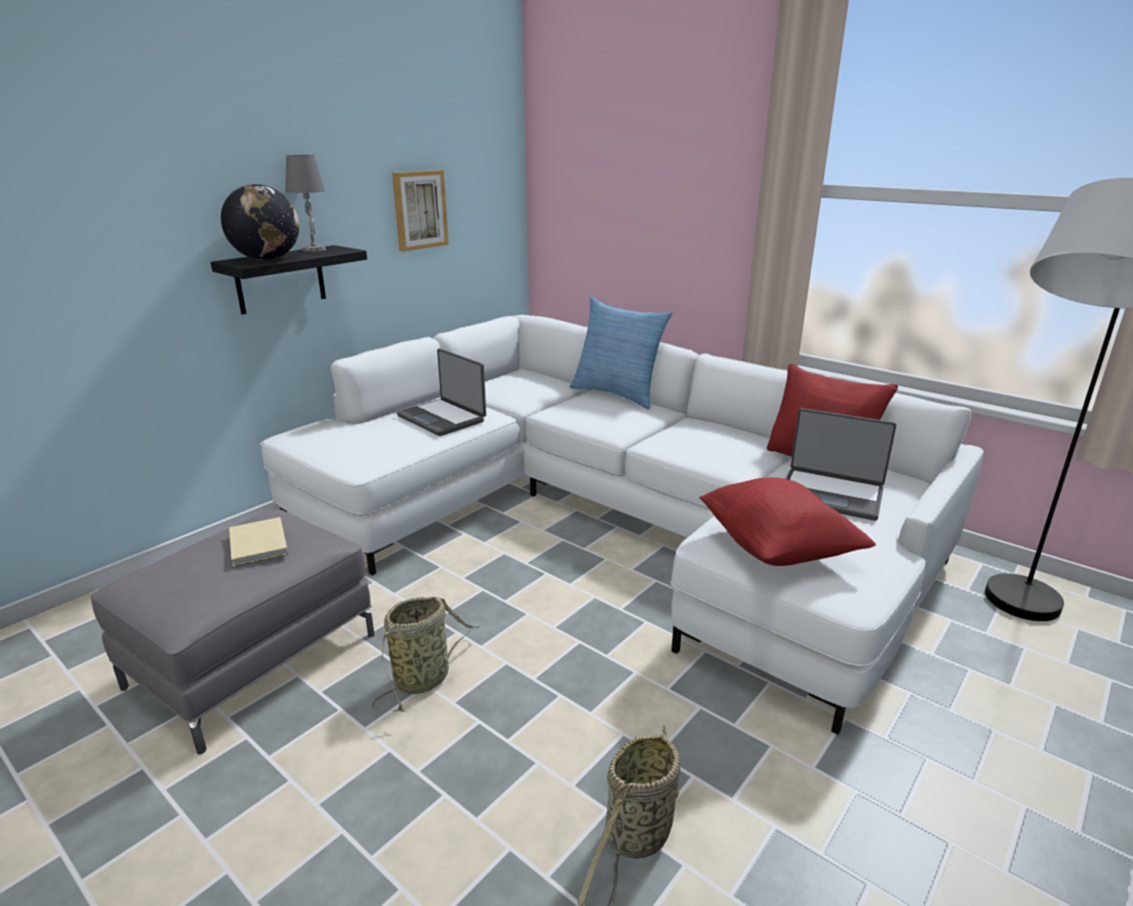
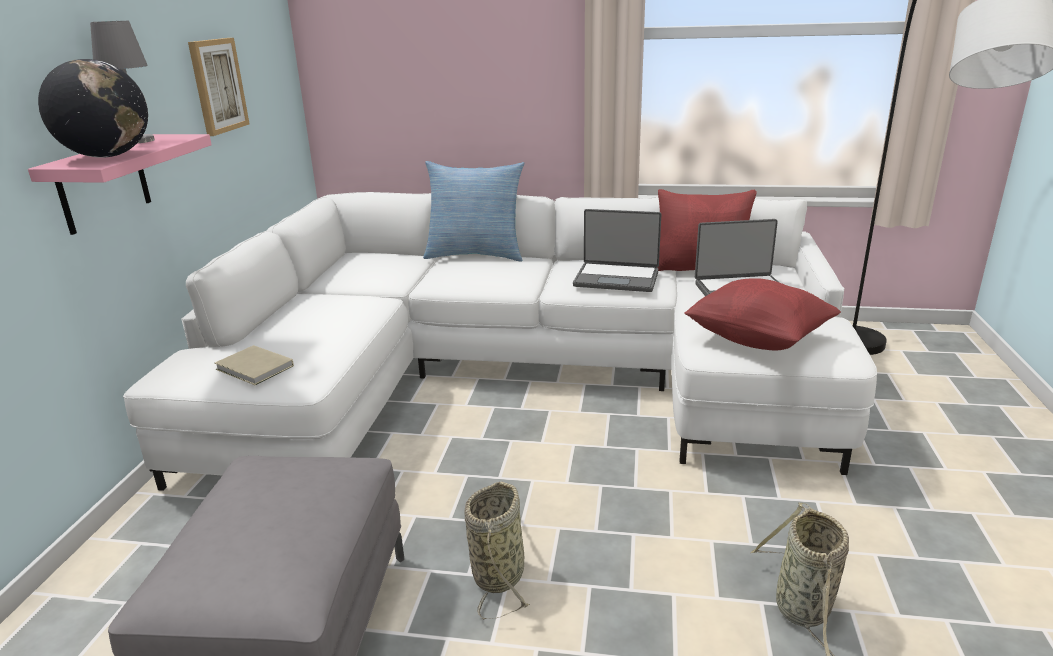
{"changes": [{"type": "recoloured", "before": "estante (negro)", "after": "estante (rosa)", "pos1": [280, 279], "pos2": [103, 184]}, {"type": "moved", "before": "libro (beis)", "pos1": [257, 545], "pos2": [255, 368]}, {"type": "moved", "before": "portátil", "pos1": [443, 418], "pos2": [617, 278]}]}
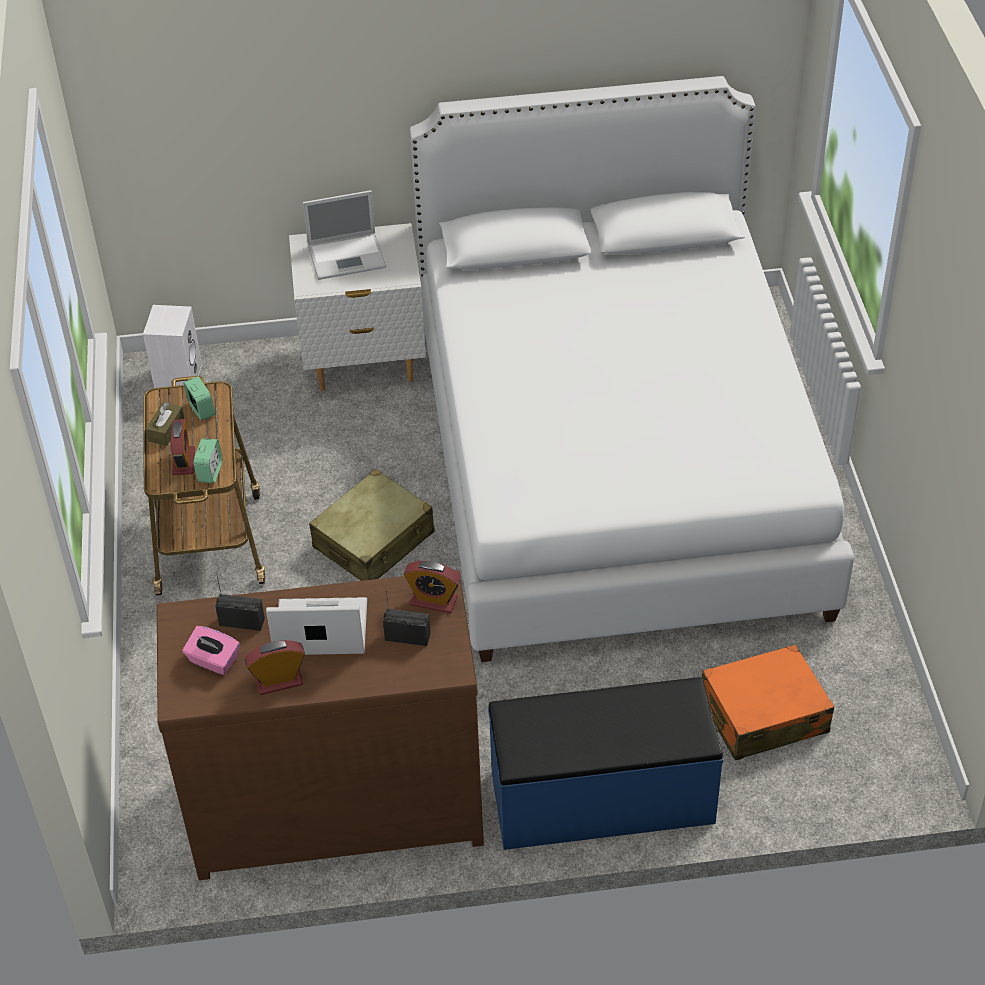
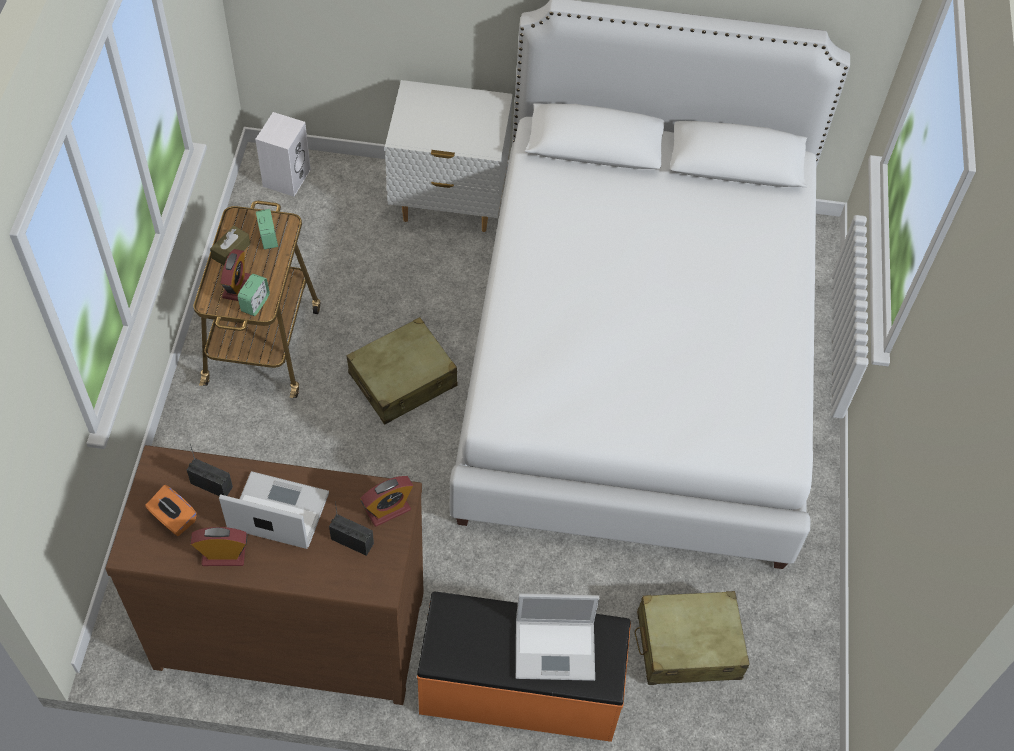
{"changes": [{"type": "recoloured", "before": "caja de pañuelos (rosa)", "after": "caja de pañuelos (naranja)", "pos1": [213, 661], "pos2": [173, 519]}, {"type": "moved", "before": "portátil", "pos1": [348, 256], "pos2": [556, 649]}, {"type": "turned", "before": "despertador", "pos1": [434, 601], "pos2": [388, 510], "turn": -60}, {"type": "recoloured", "before": "banco (azul)", "after": "banco (naranja)", "pos1": [602, 799], "pos2": [520, 688]}, {"type": "recoloured", "before": "maleta (naranja)", "after": "maleta (beis)", "pos1": [763, 715], "pos2": [688, 645]}]}
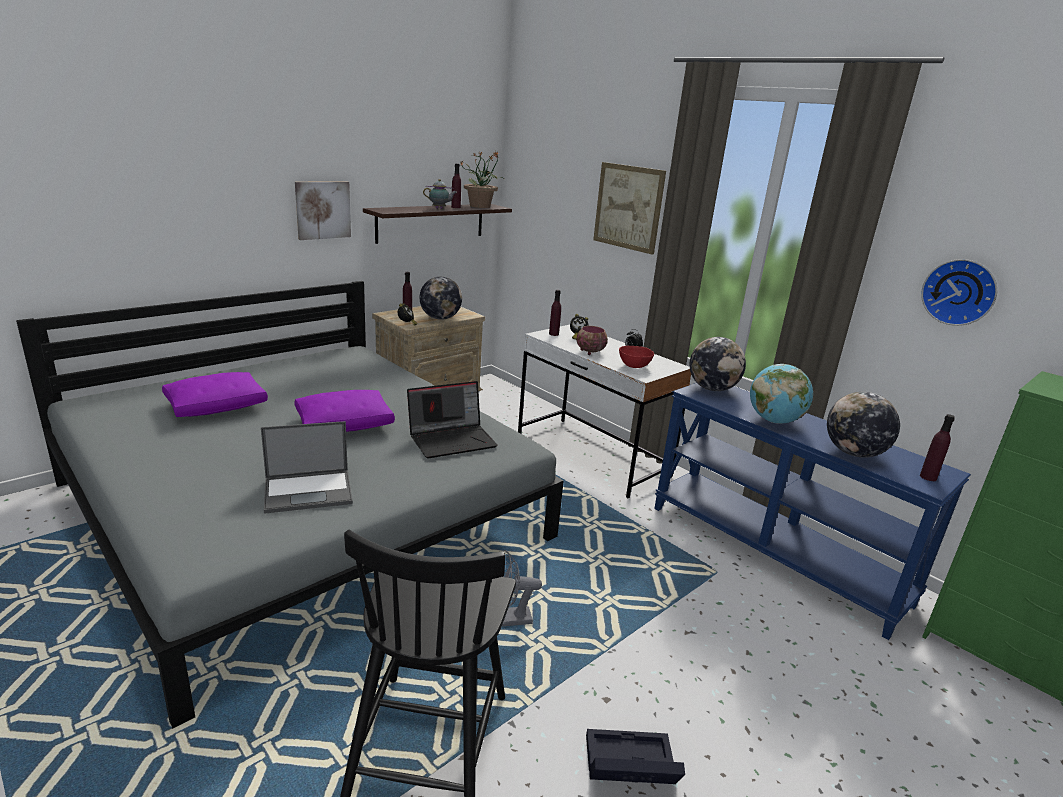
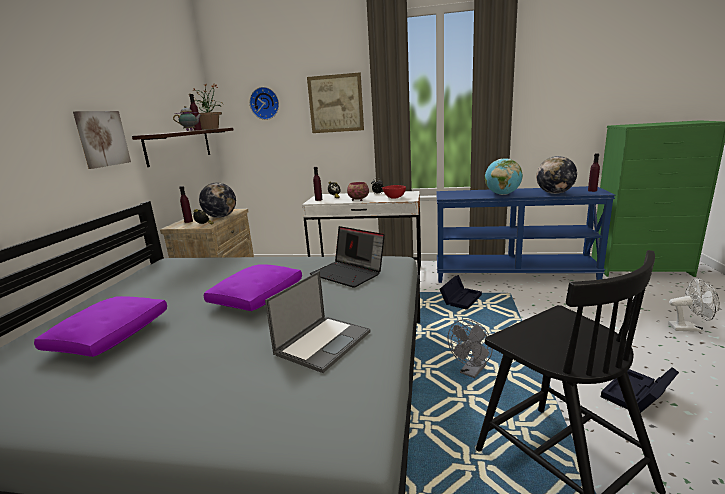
{"changes": [{"type": "turned", "before": "portátil", "pos1": [452, 439], "pos2": [349, 273], "turn": 105}, {"type": "removed", "before": "globo terráqueo", "pos1": [712, 389]}, {"type": "moved", "before": "reloj de pared", "pos1": [959, 292], "pos2": [265, 103]}, {"type": "added", "after": "caja de almacenaje (negro)", "pos2": [461, 299]}, {"type": "added", "after": "ventilador (blanco)", "pos2": [689, 328]}]}
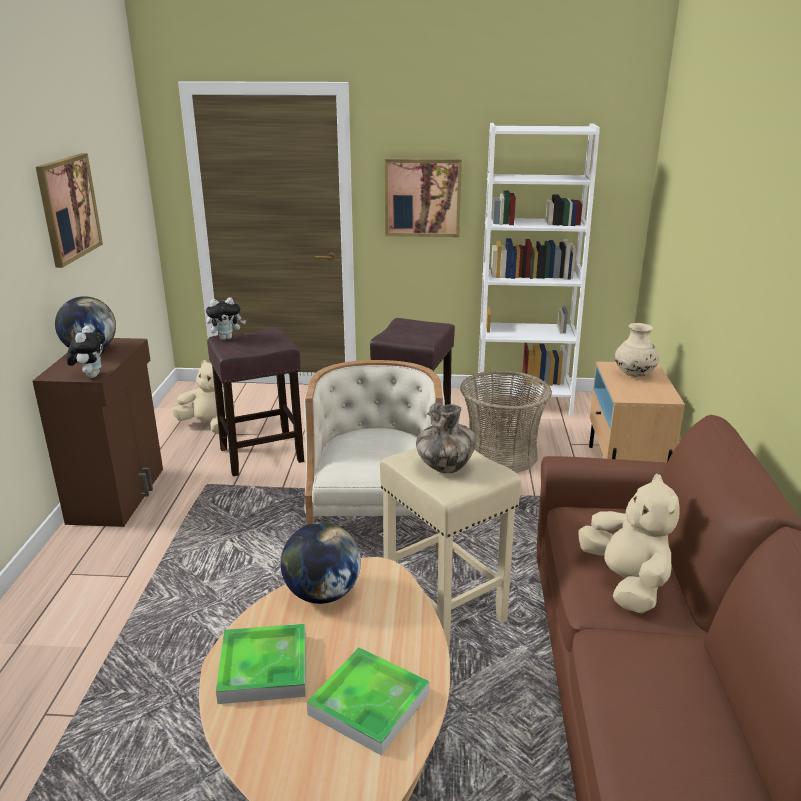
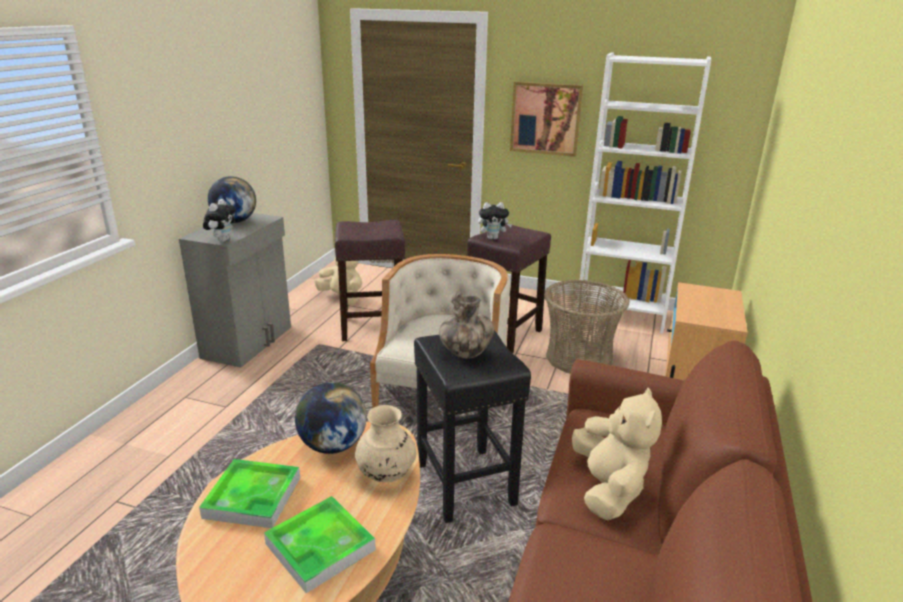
{"changes": [{"type": "recoloured", "before": "armario (marrón)", "after": "armario (gris)", "pos1": [119, 494], "pos2": [249, 342]}, {"type": "removed", "before": "cuadro", "pos1": [68, 208]}, {"type": "moved", "before": "peluche", "pos1": [227, 338], "pos2": [493, 238]}, {"type": "recoloured", "before": "taburete (beis)", "after": "taburete (negro)", "pos1": [446, 611], "pos2": [466, 485]}, {"type": "moved", "before": "florero (beis)", "pos1": [634, 375], "pos2": [386, 475]}]}
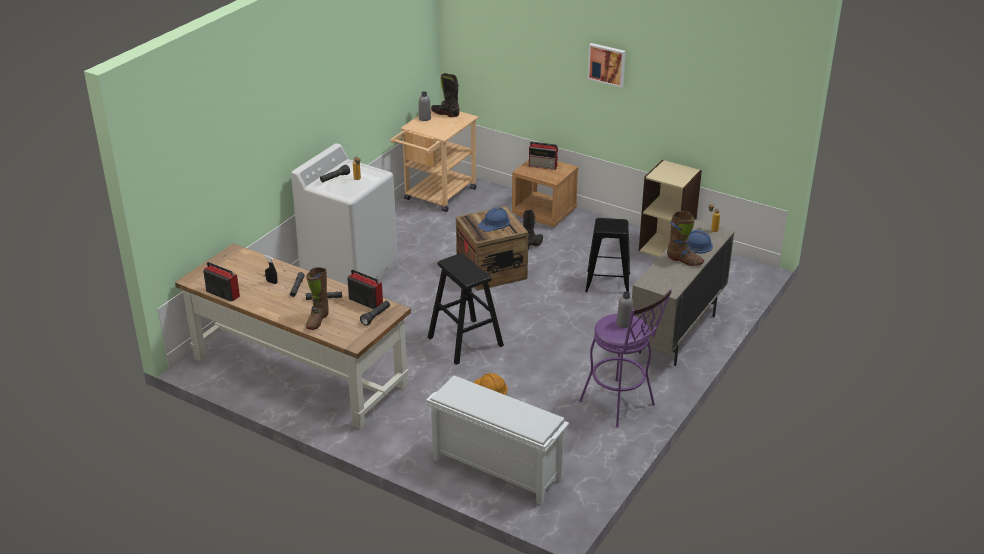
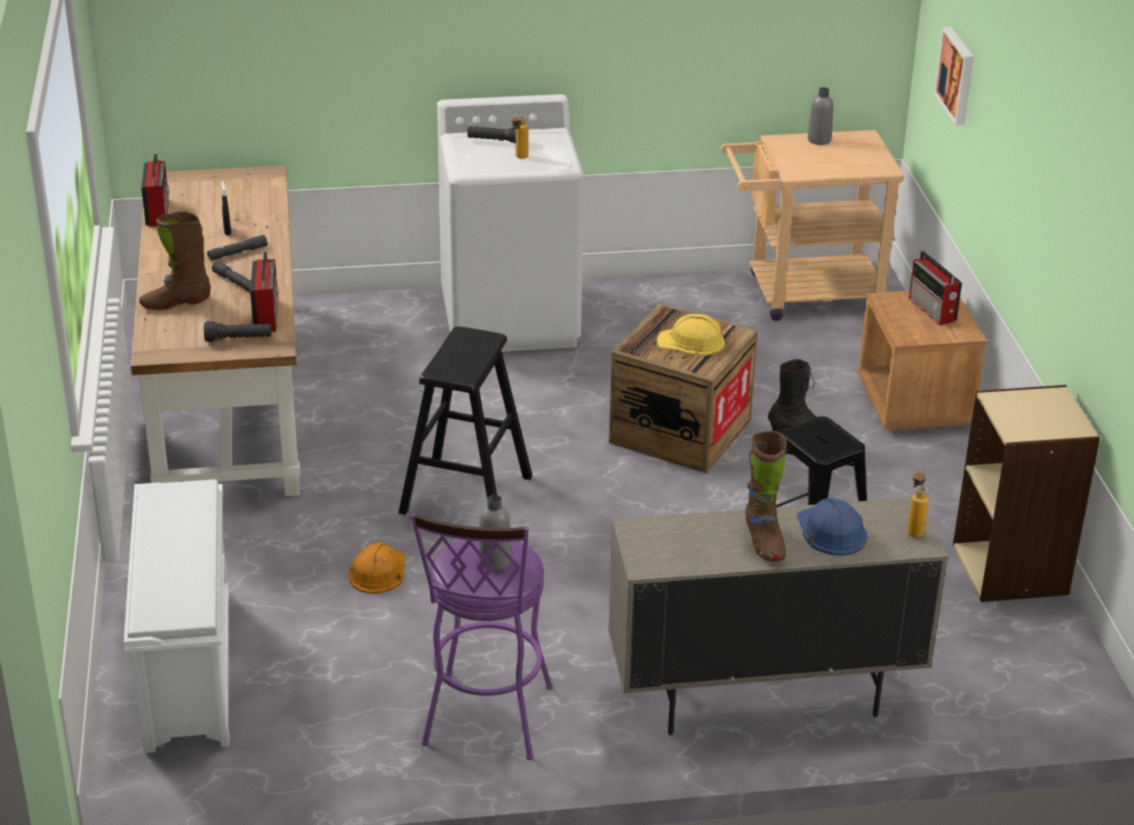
{"changes": [{"type": "removed", "before": "bota (negro)", "pos1": [445, 113]}, {"type": "recoloured", "before": "casco (azul)", "after": "casco (amarillo)", "pos1": [494, 223], "pos2": [691, 342]}, {"type": "moved", "before": "cuadro", "pos1": [607, 64], "pos2": [957, 75]}]}
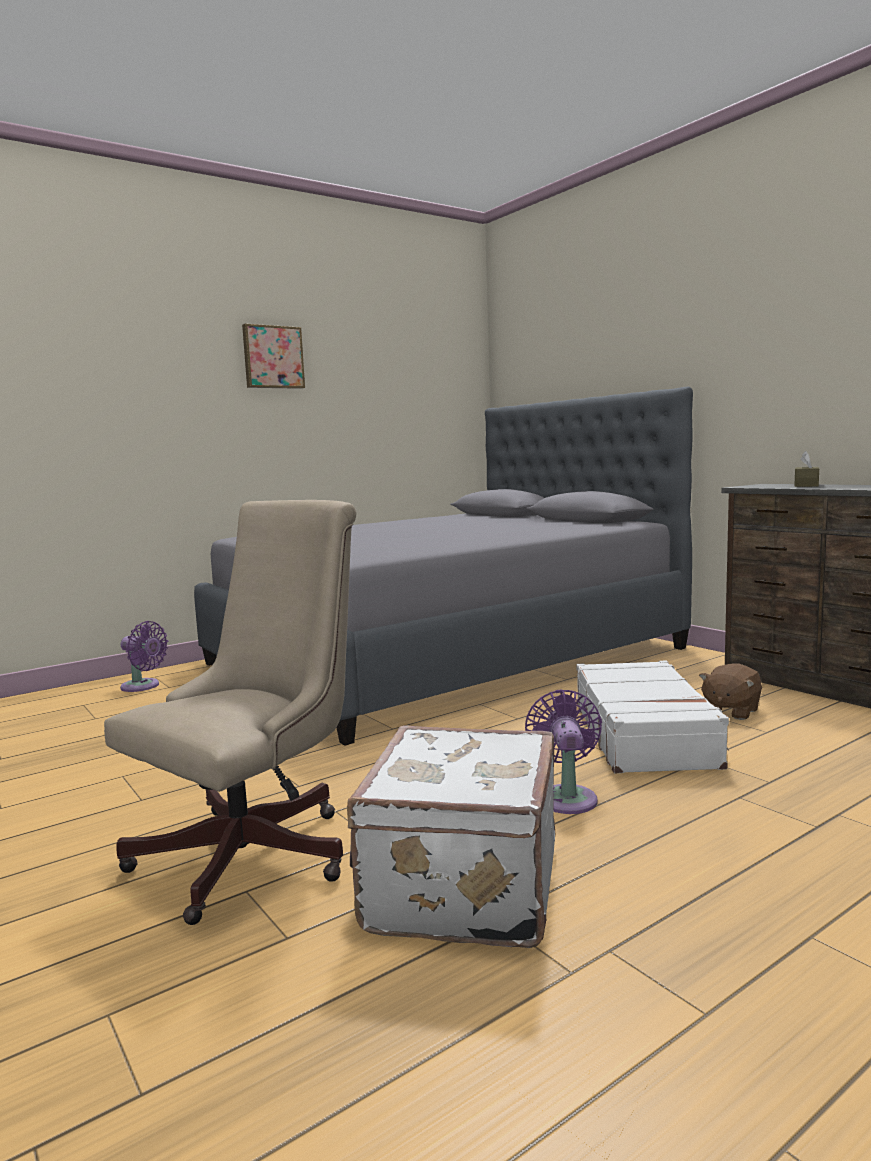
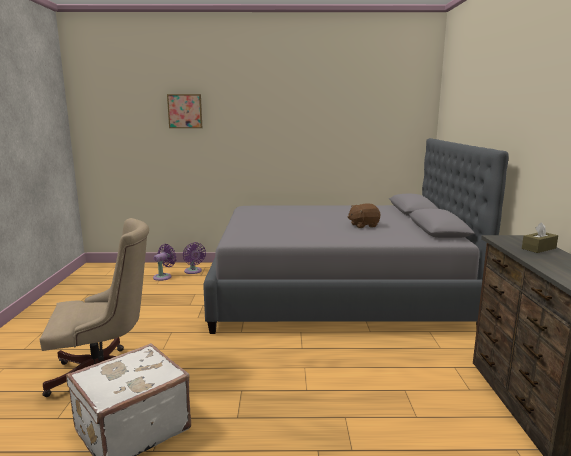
{"changes": [{"type": "moved", "before": "cuadro", "pos1": [272, 357], "pos2": [185, 111]}, {"type": "moved", "before": "ventilador (morado)", "pos1": [567, 797], "pos2": [164, 276]}, {"type": "removed", "before": "maleta (blanco)", "pos1": [644, 734]}, {"type": "moved", "before": "peluche (marrón)", "pos1": [730, 711], "pos2": [363, 225]}]}
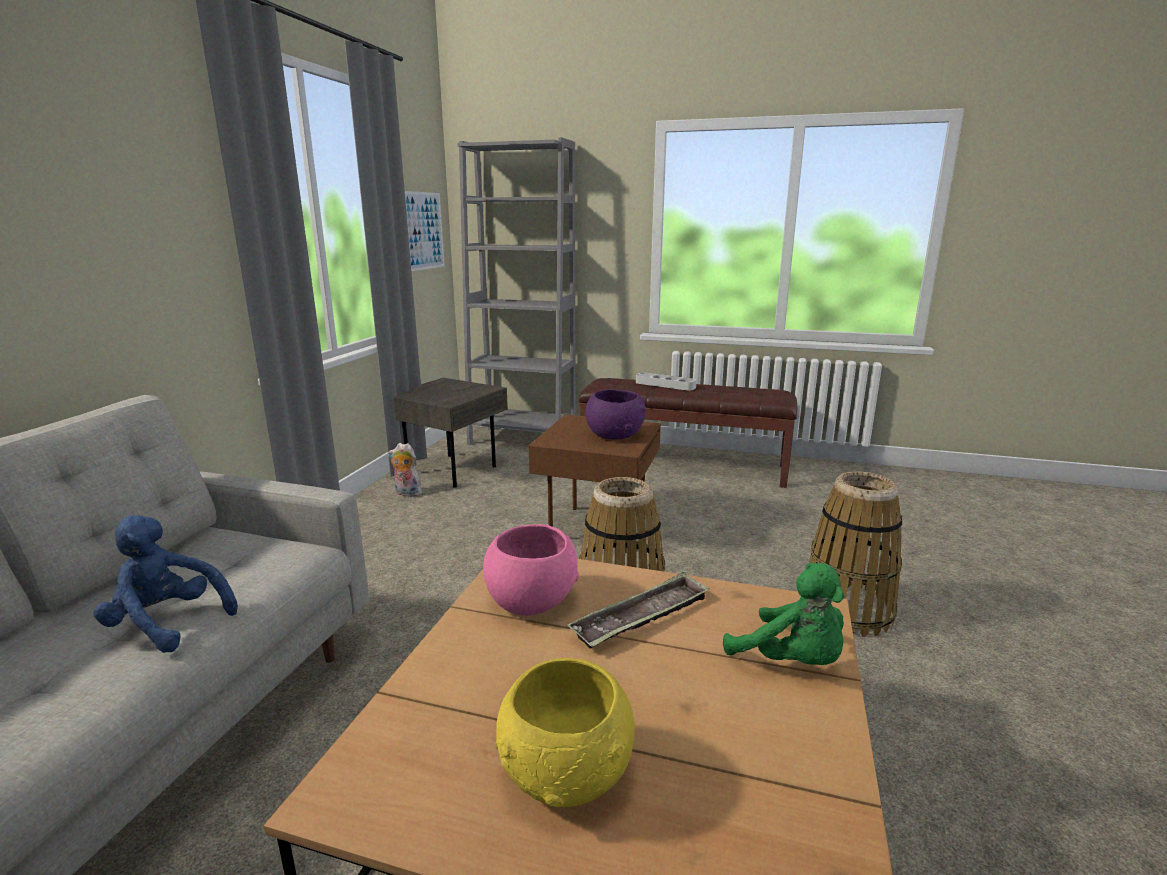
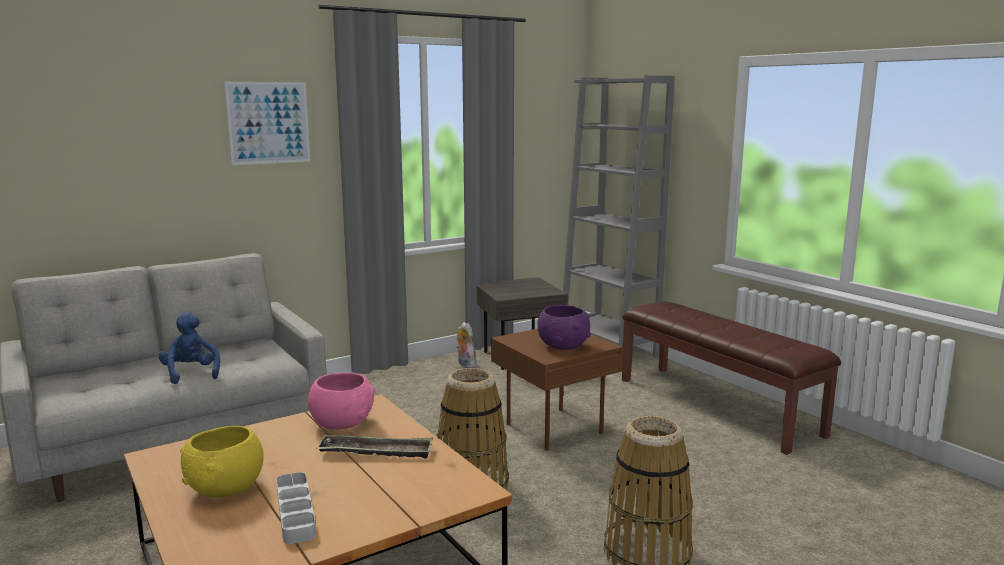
{"changes": [{"type": "moved", "before": "cuadro", "pos1": [423, 231], "pos2": [268, 123]}, {"type": "moved", "before": "bandeja (gris)", "pos1": [665, 385], "pos2": [295, 512]}, {"type": "removed", "before": "peluche (verde)", "pos1": [791, 661]}]}
